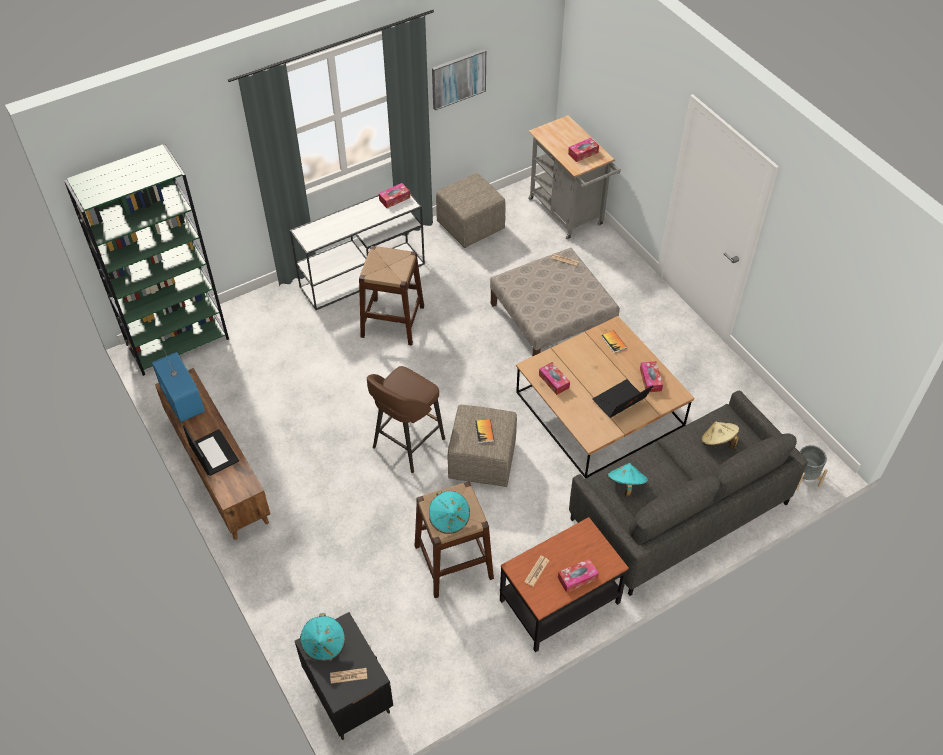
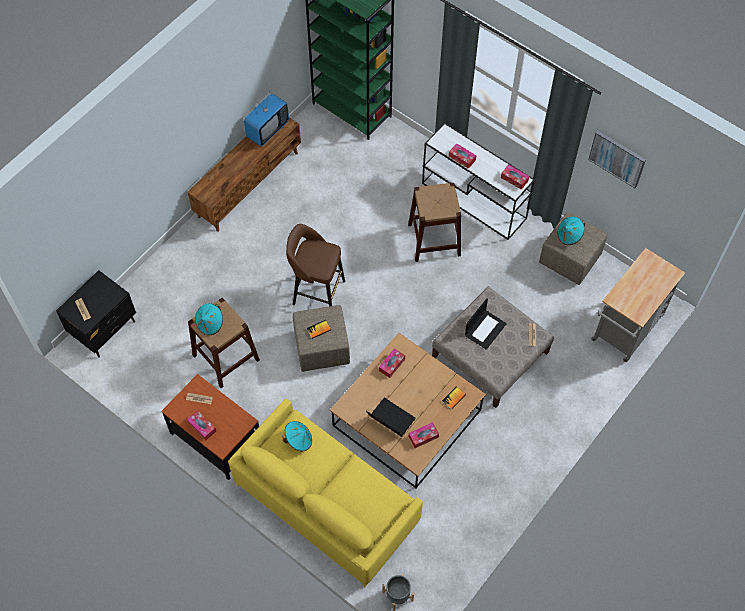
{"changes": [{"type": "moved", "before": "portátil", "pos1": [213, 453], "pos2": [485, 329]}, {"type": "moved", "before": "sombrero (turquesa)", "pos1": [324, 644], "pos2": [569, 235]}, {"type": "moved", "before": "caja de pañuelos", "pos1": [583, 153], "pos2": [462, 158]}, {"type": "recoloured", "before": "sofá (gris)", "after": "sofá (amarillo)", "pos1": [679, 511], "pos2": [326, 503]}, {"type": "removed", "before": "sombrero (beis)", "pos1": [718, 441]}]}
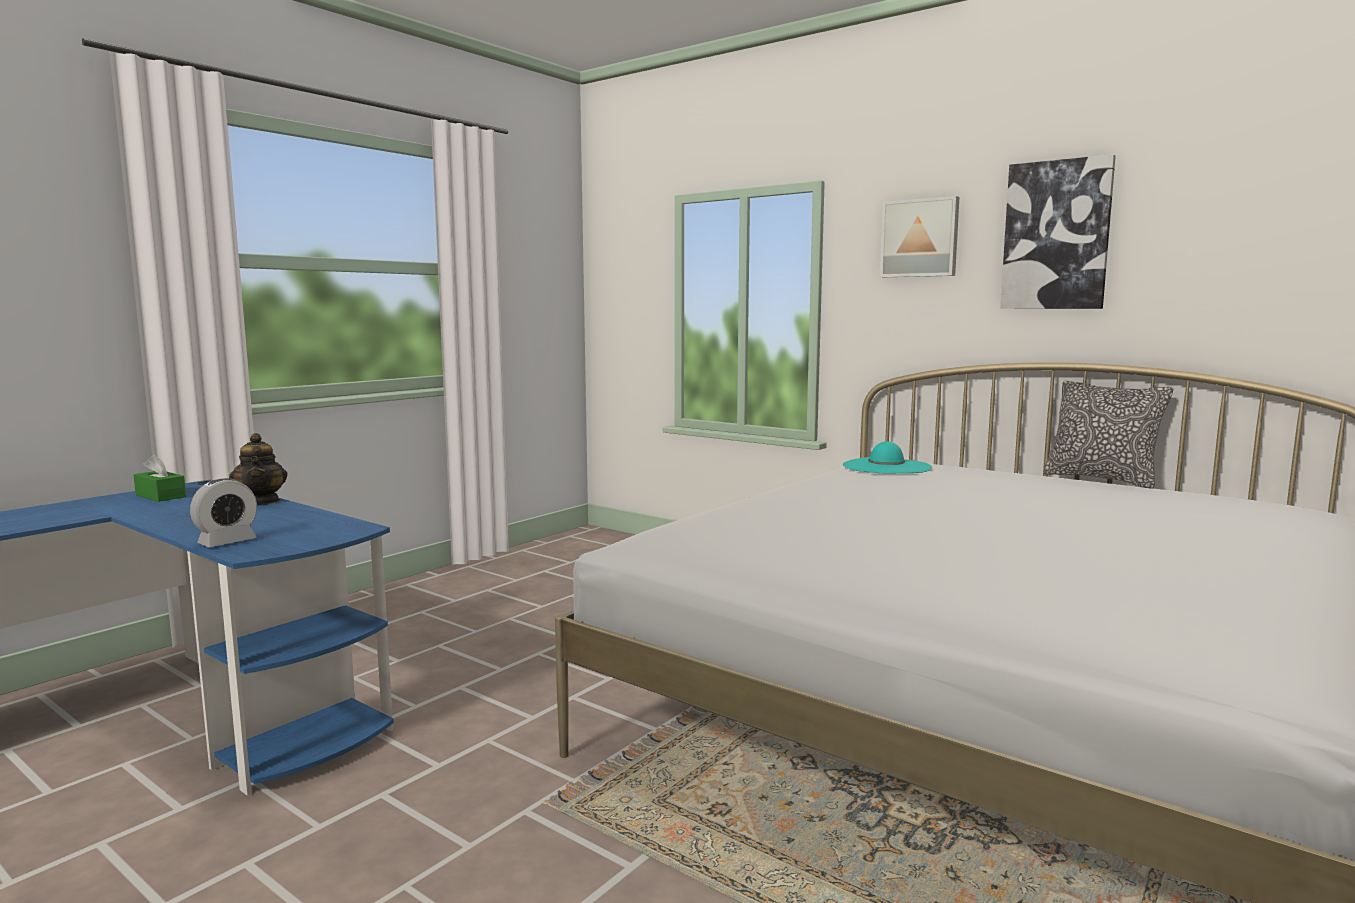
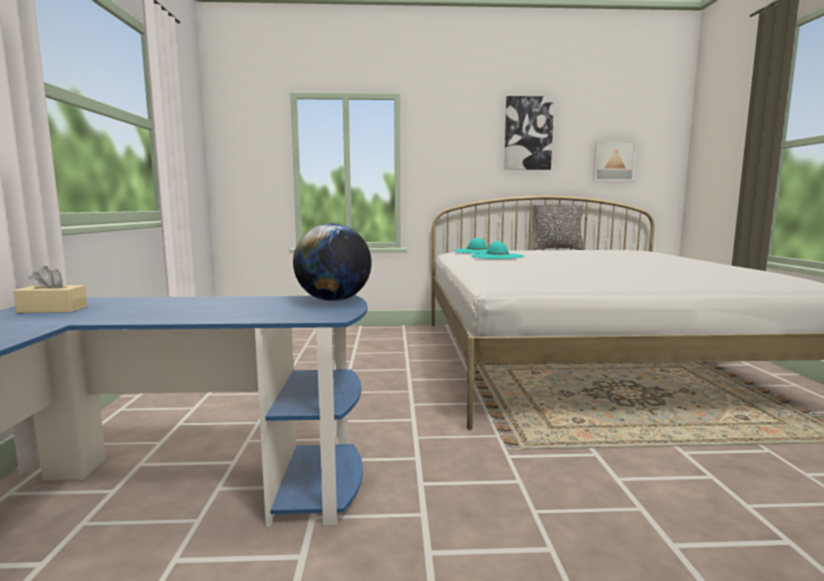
{"changes": [{"type": "recoloured", "before": "caja de pañuelos (verde)", "after": "caja de pañuelos (beis)", "pos1": [160, 496], "pos2": [52, 309]}, {"type": "removed", "before": "despertador", "pos1": [227, 542]}, {"type": "removed", "before": "tetera", "pos1": [261, 501]}, {"type": "moved", "before": "cuadro", "pos1": [920, 238], "pos2": [613, 161]}, {"type": "added", "after": "globo terráqueo", "pos2": [334, 300]}, {"type": "added", "after": "sombrero (turquesa)", "pos2": [497, 256]}]}
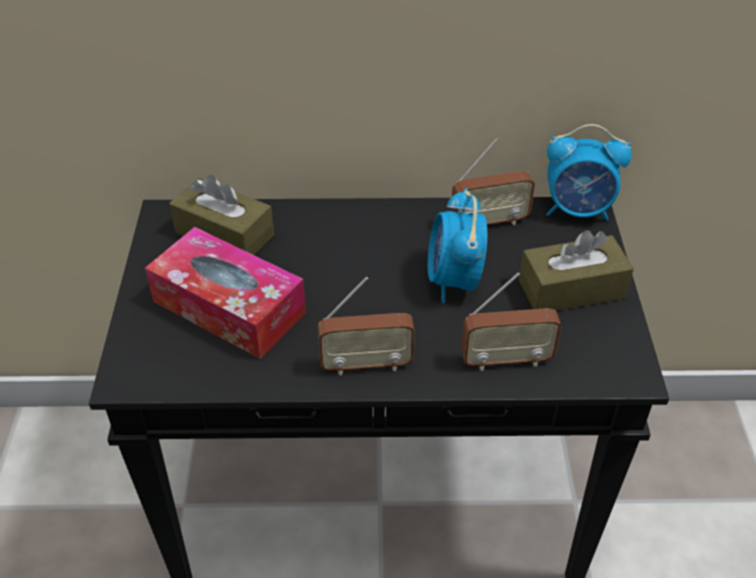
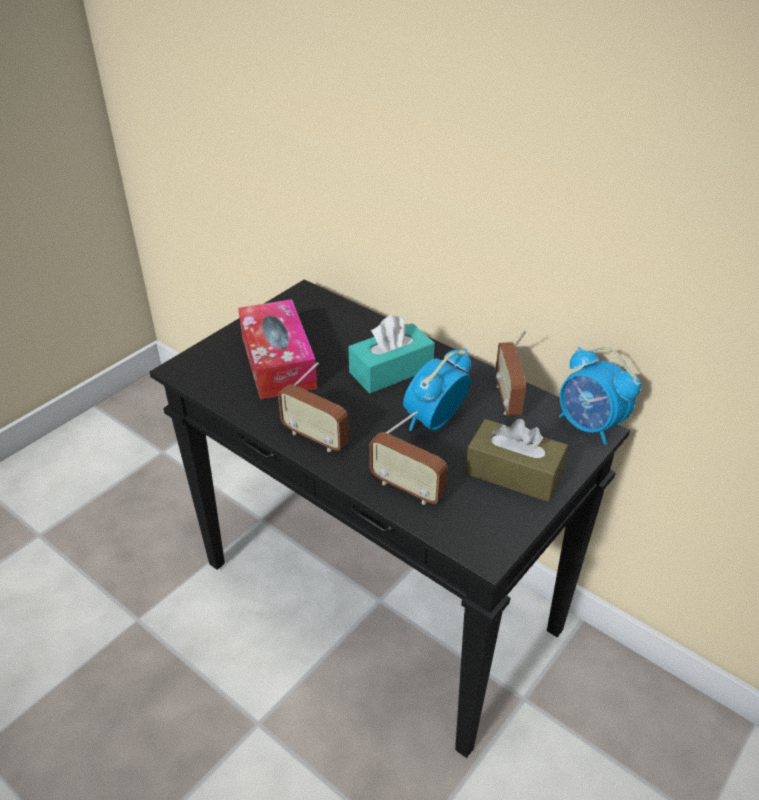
{"changes": [{"type": "removed", "before": "caja de pañuelos (marrón)", "pos1": [224, 234]}, {"type": "turned", "before": "radio", "pos1": [489, 222], "pos2": [508, 399], "turn": 60}, {"type": "added", "after": "caja de pañuelos (turquesa)", "pos2": [391, 370]}]}
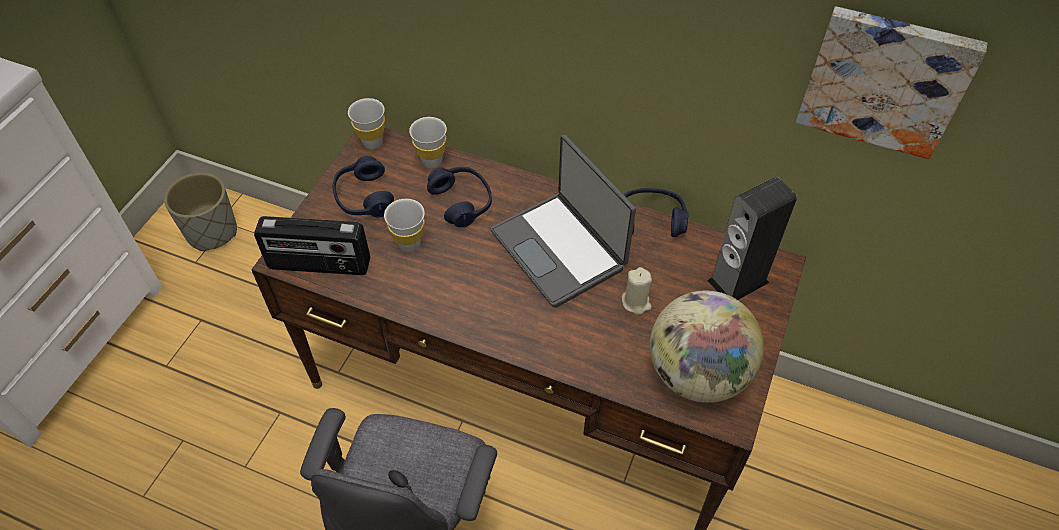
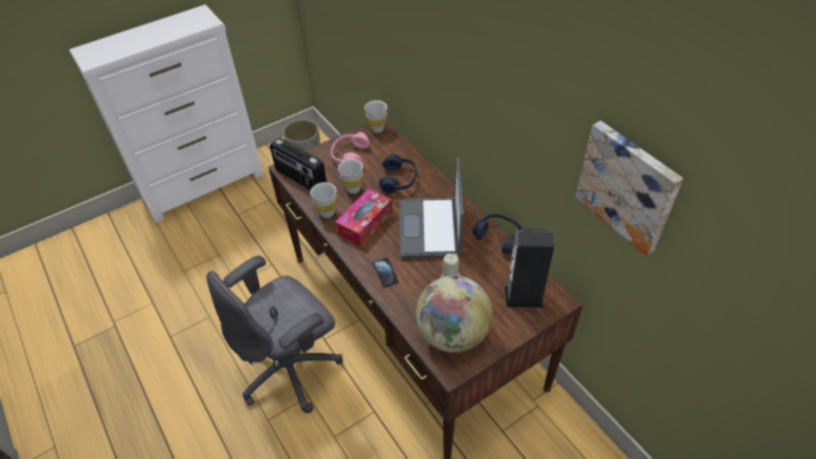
{"changes": [{"type": "recoloured", "before": "auriculares (azul)", "after": "auriculares (rosa)", "pos1": [363, 197], "pos2": [349, 155]}, {"type": "moved", "before": "taza (blanco)", "pos1": [432, 161], "pos2": [327, 213]}, {"type": "added", "after": "caja de pañuelos", "pos2": [365, 223]}, {"type": "added", "after": "móvil", "pos2": [385, 273]}]}
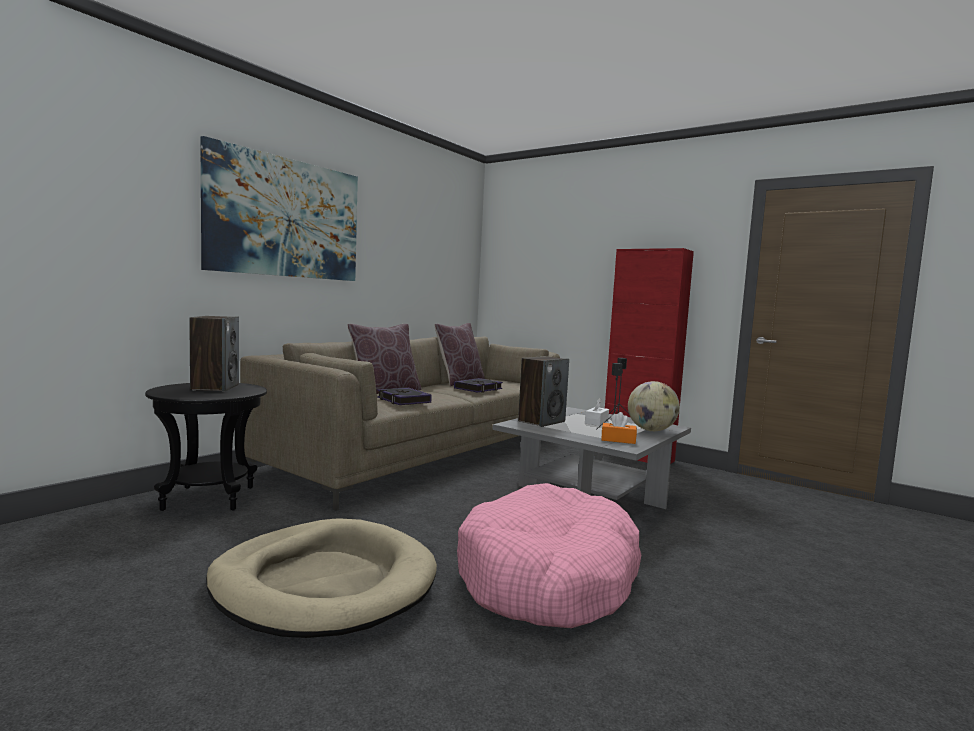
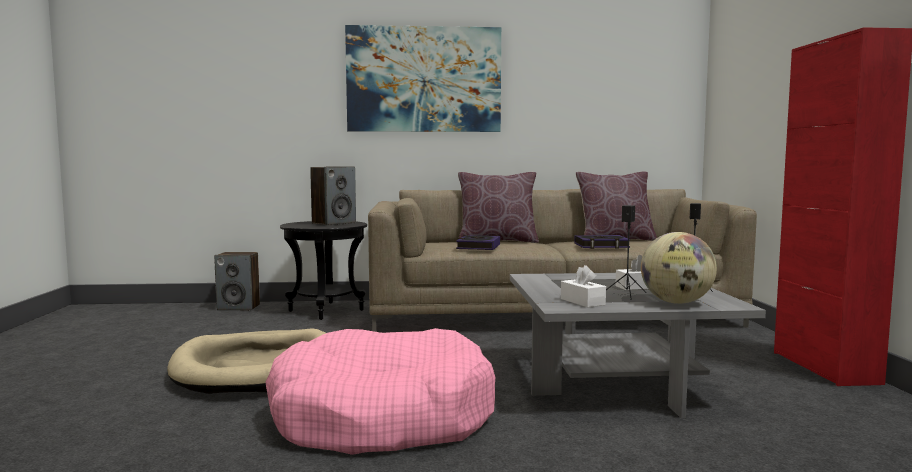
{"changes": [{"type": "moved", "before": "altavoz", "pos1": [541, 421], "pos2": [239, 307]}, {"type": "recoloured", "before": "caja de pañuelos (naranja)", "after": "caja de pañuelos (blanco)", "pos1": [618, 440], "pos2": [582, 302]}]}
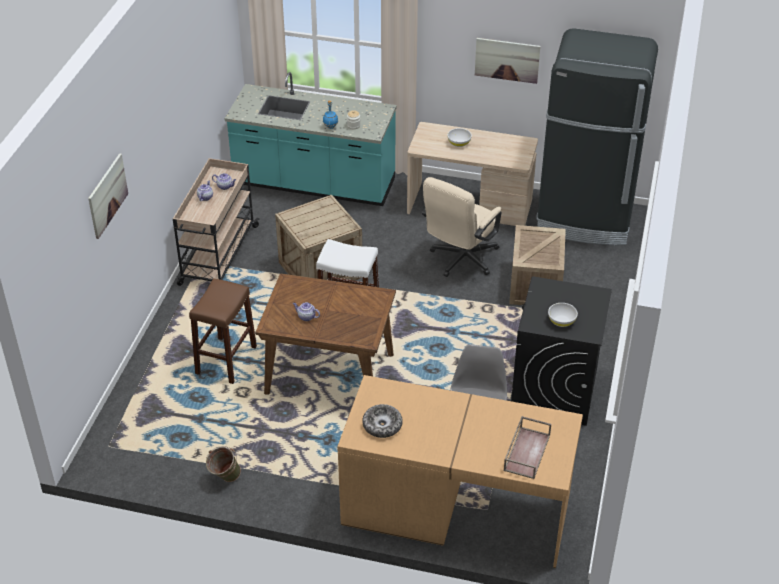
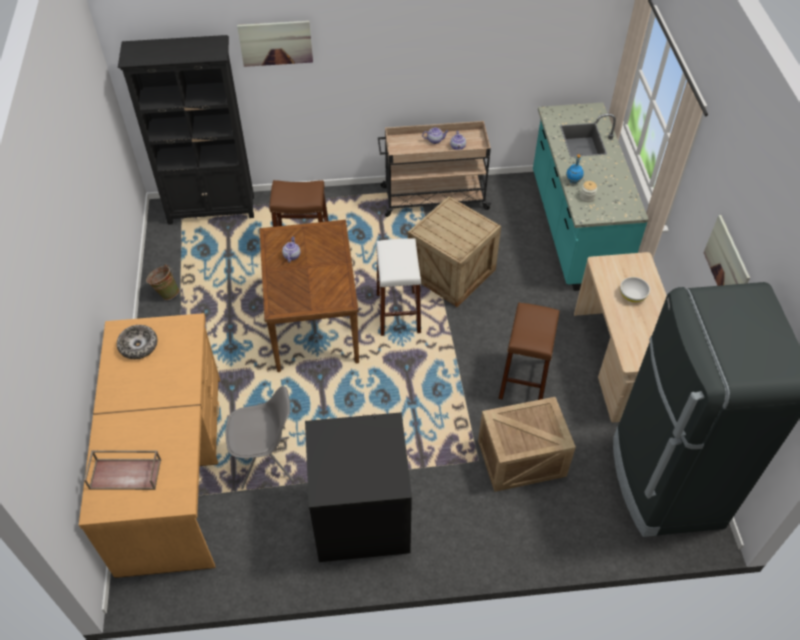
{"changes": [{"type": "replaced", "before": "silla de oficina (beis)", "after": "taburete (marrón)", "pos1": [460, 261], "pos2": [524, 379]}, {"type": "removed", "before": "cuenco (blanco)", "pos1": [561, 321]}, {"type": "added", "after": "estantería (negro)", "pos2": [212, 209]}]}
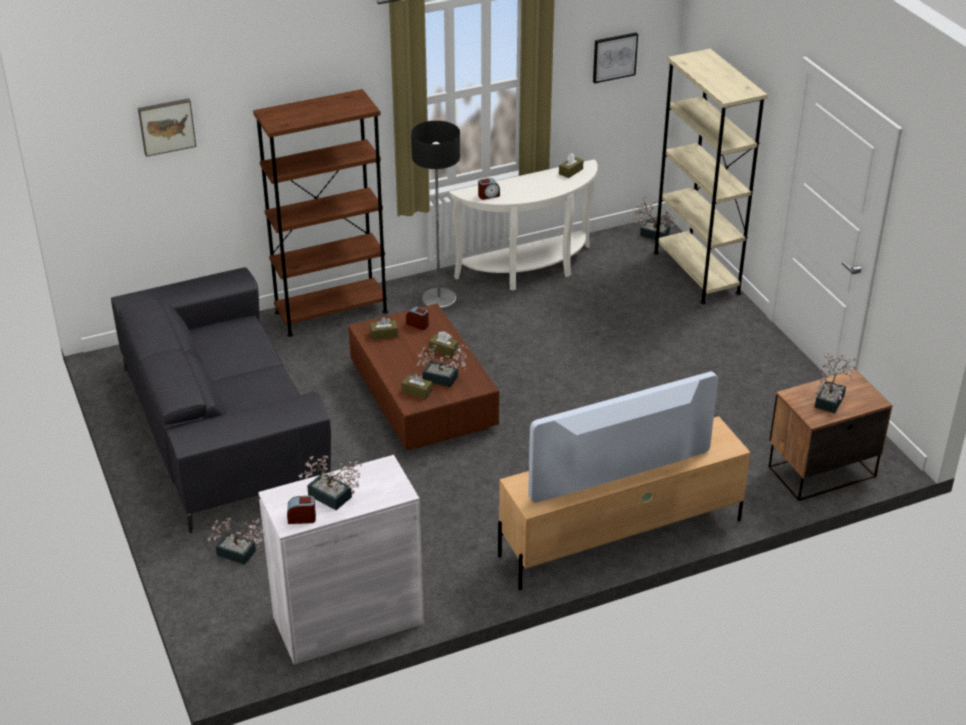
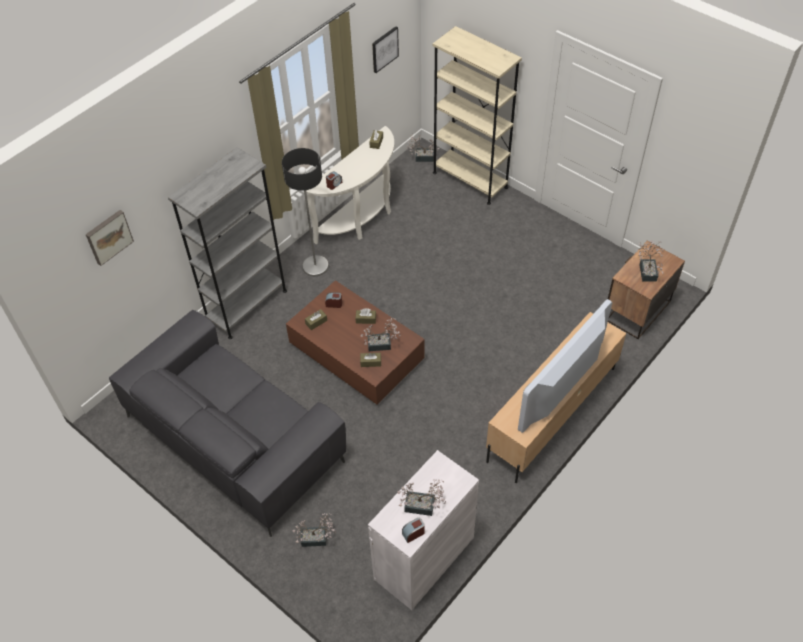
{"changes": [{"type": "recoloured", "before": "estantería (marrón)", "after": "estantería (gris)", "pos1": [331, 312], "pos2": [247, 306]}]}
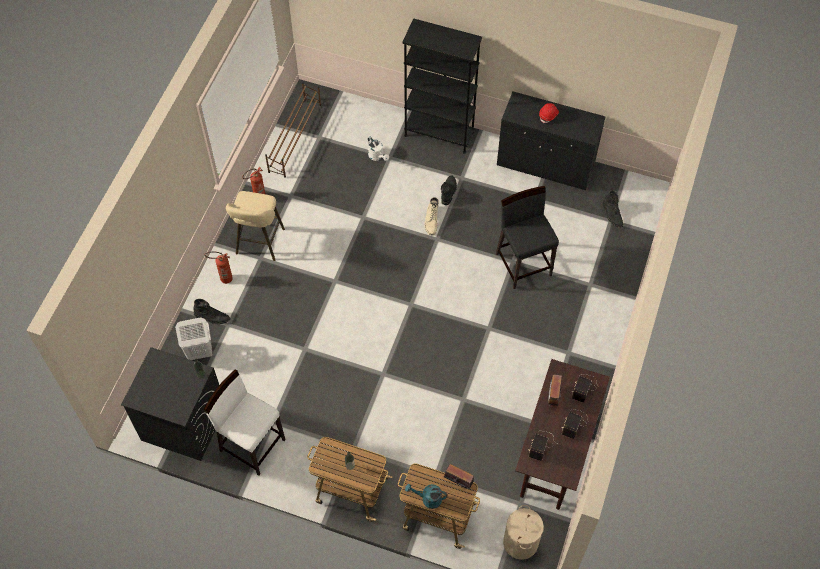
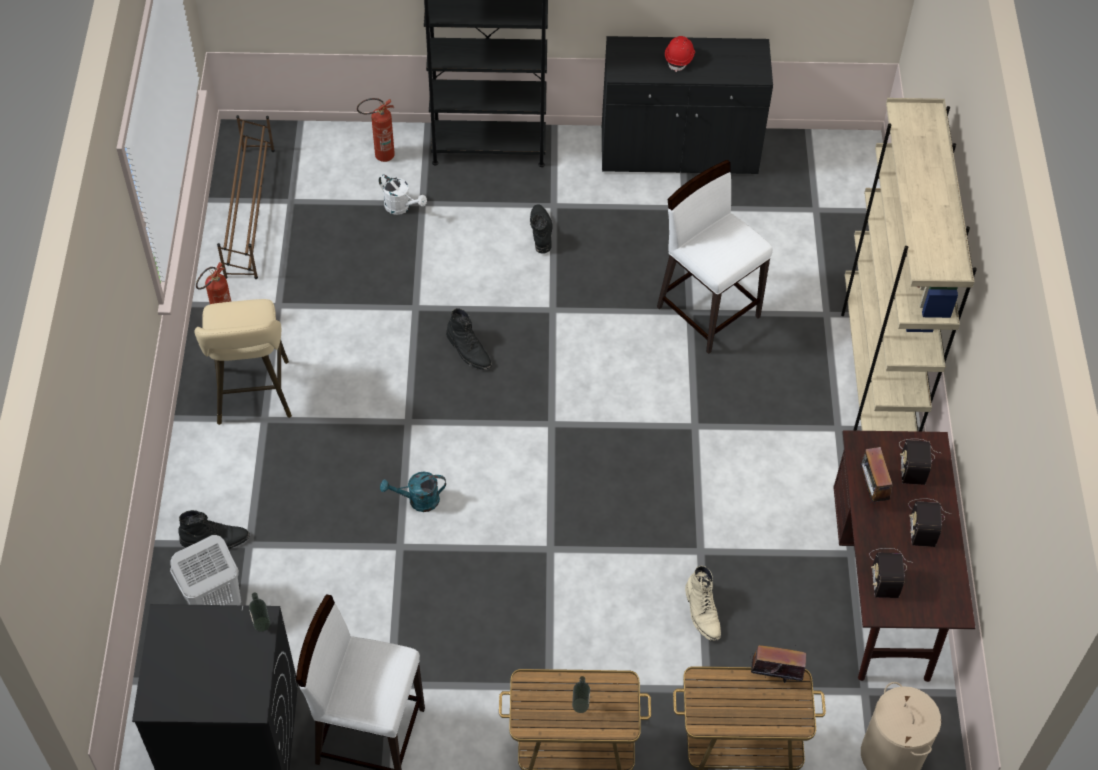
{"changes": [{"type": "moved", "before": "extintor", "pos1": [223, 279], "pos2": [380, 156]}, {"type": "moved", "before": "regadera (turquesa)", "pos1": [428, 499], "pos2": [418, 500]}, {"type": "moved", "before": "bota (beis)", "pos1": [431, 221], "pos2": [702, 612]}, {"type": "recoloured", "before": "taburete (negro)", "after": "taburete (blanco)", "pos1": [523, 264], "pos2": [708, 310]}, {"type": "moved", "before": "bota (negro)", "pos1": [612, 214], "pos2": [468, 350]}, {"type": "added", "after": "estantería (beis)", "pos2": [877, 372]}]}
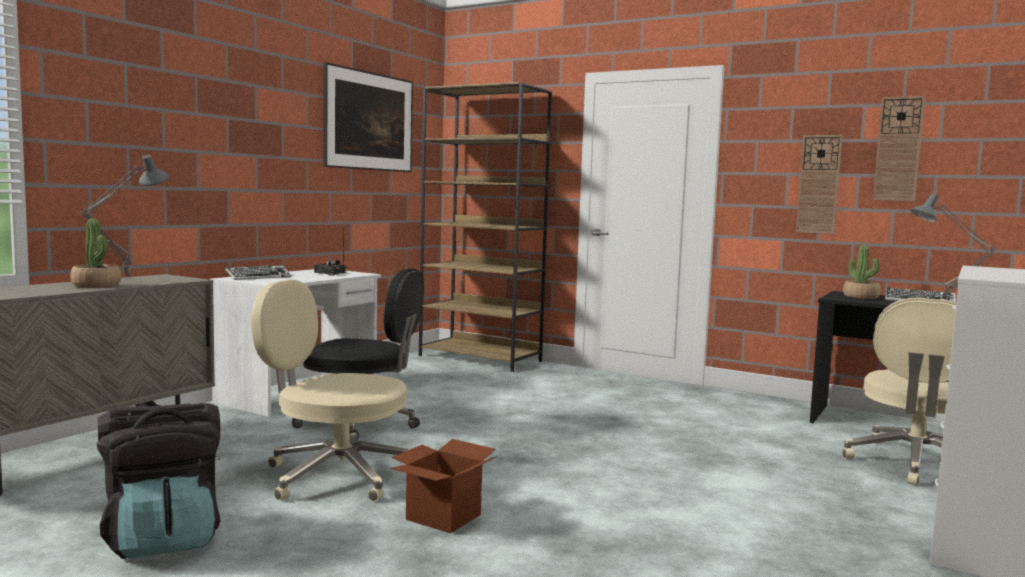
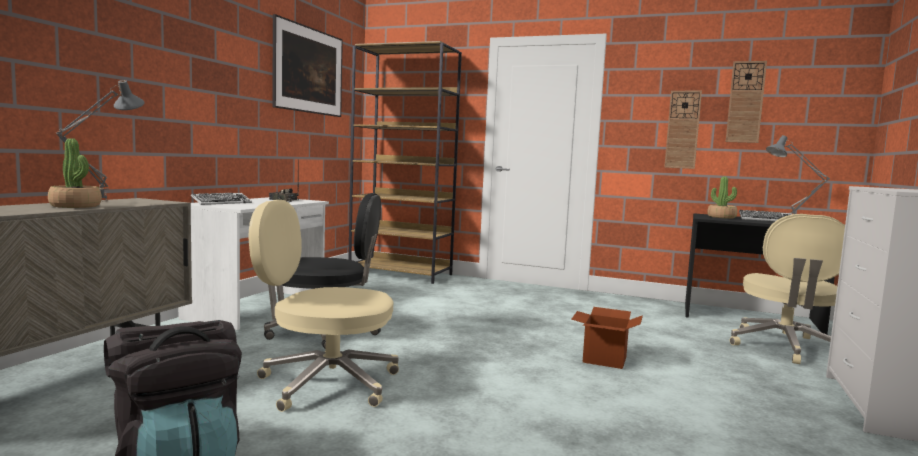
{"changes": [{"type": "moved", "before": "caja de cartón", "pos1": [444, 517], "pos2": [604, 359]}]}
